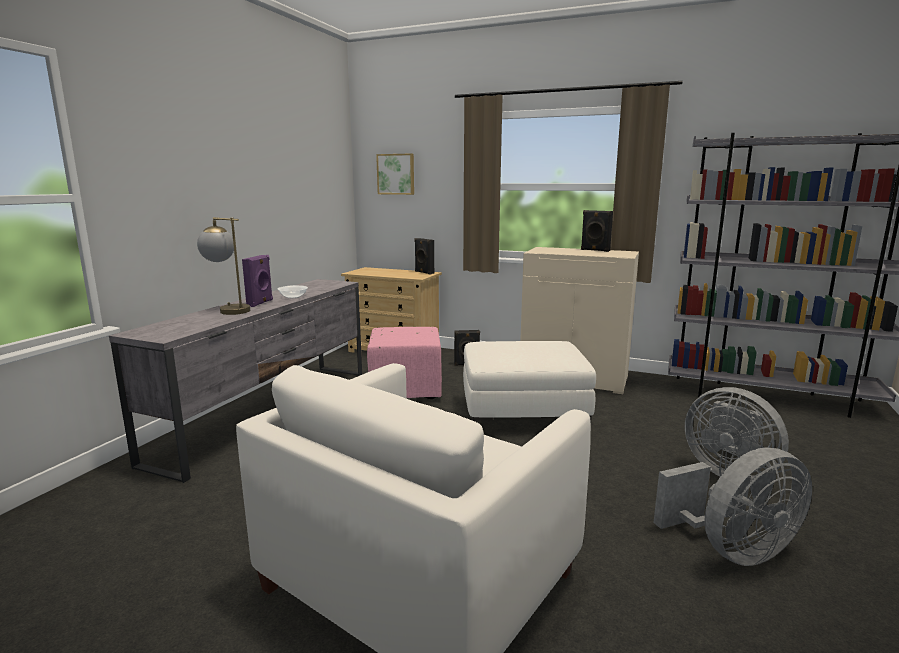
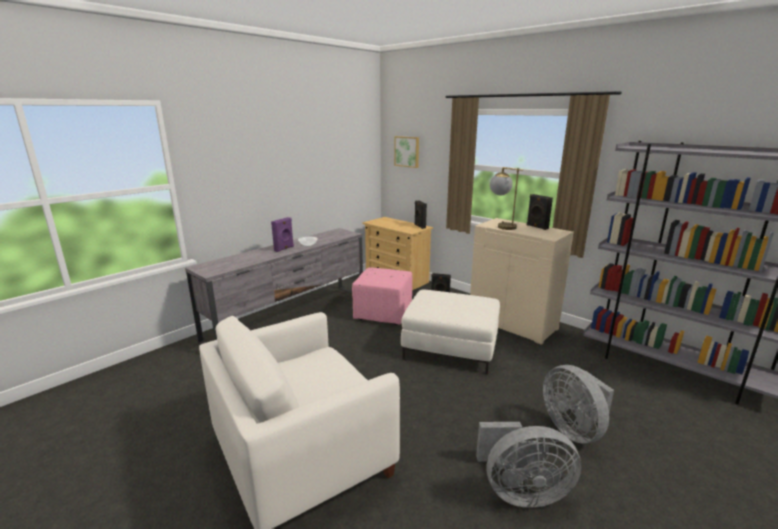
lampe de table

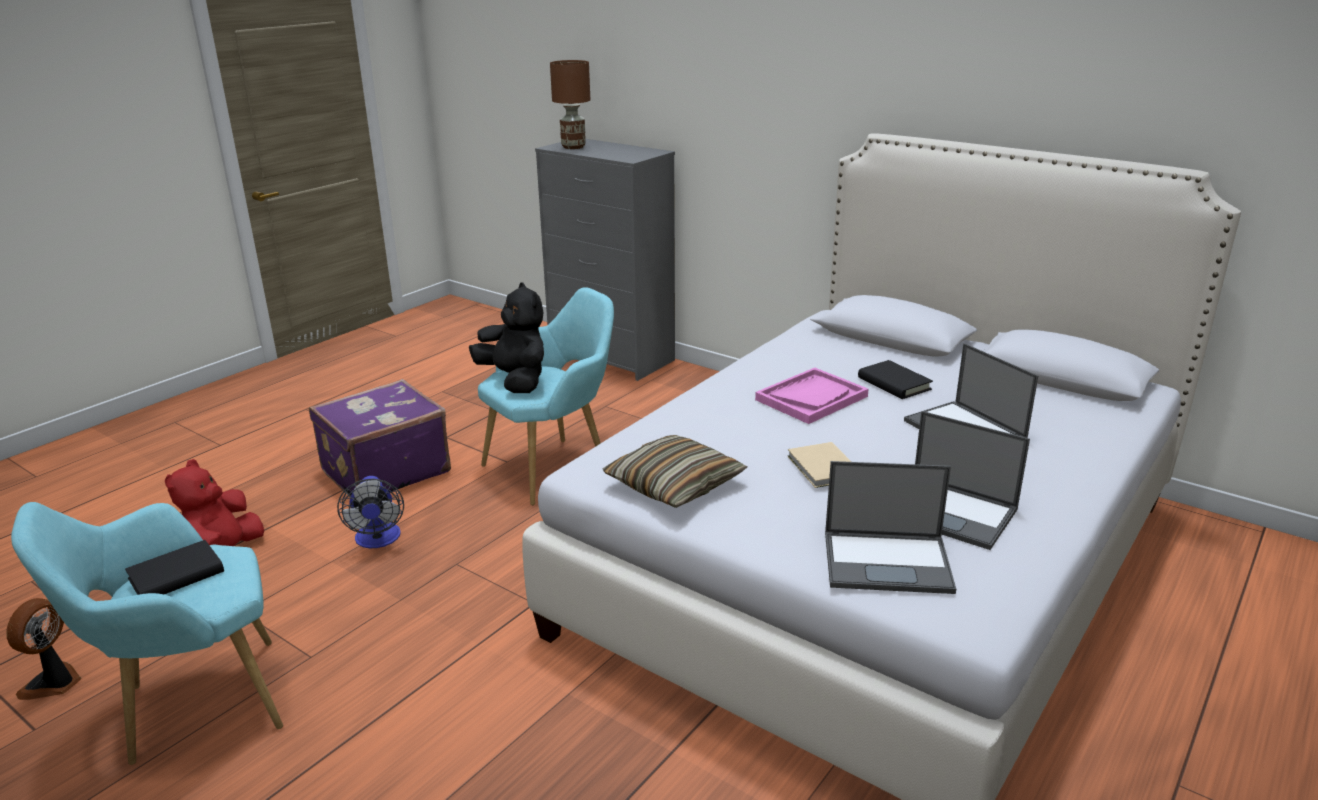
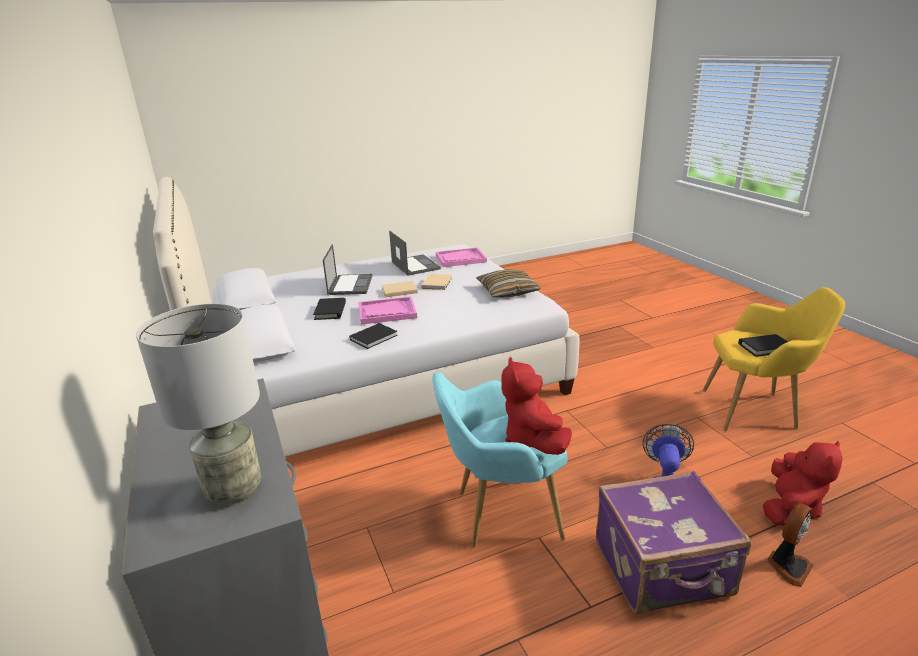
livre (noir) (2nd from left)
livre (beige) (1st from left)
ventilateur (2nd from left)
plateau (rose) (2nd from left)
fauteuil (jaune)
peluche (rouge) (1st from left)
lampe de table (gris)

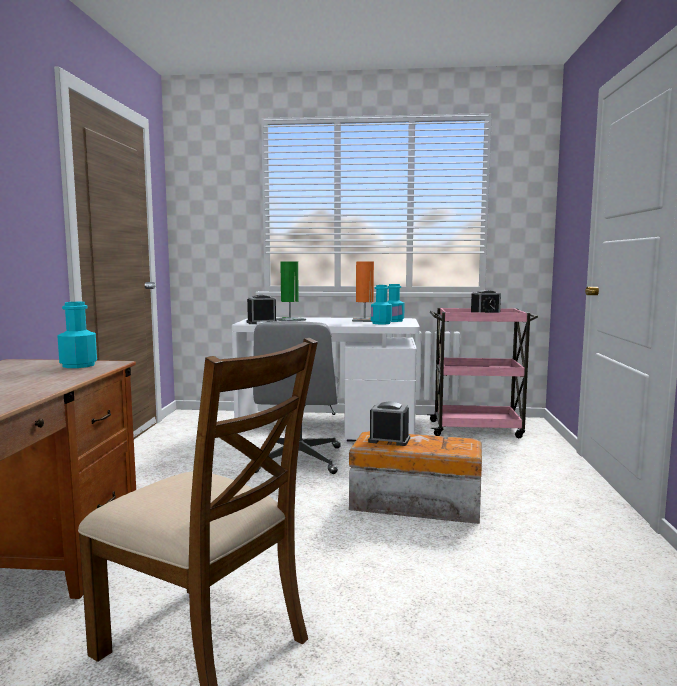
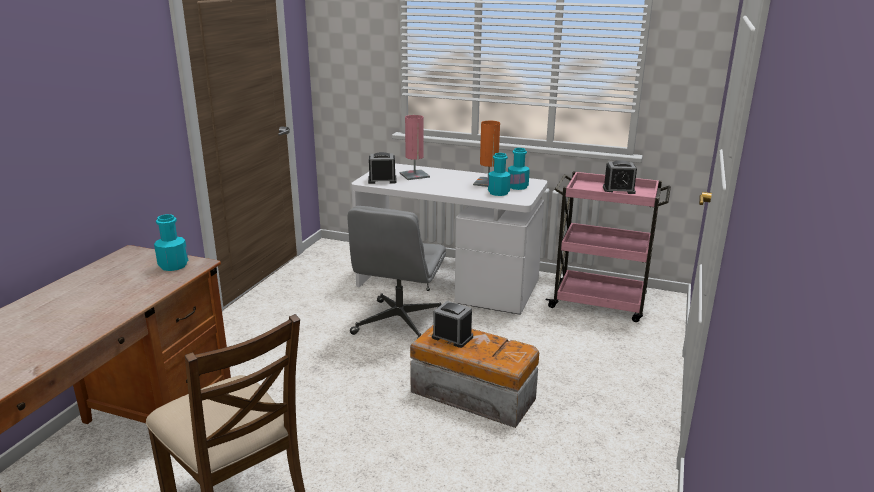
lampe de table (rose)

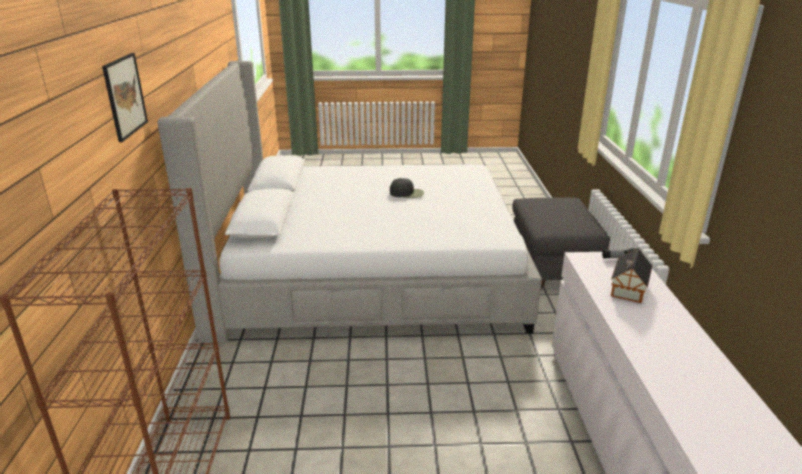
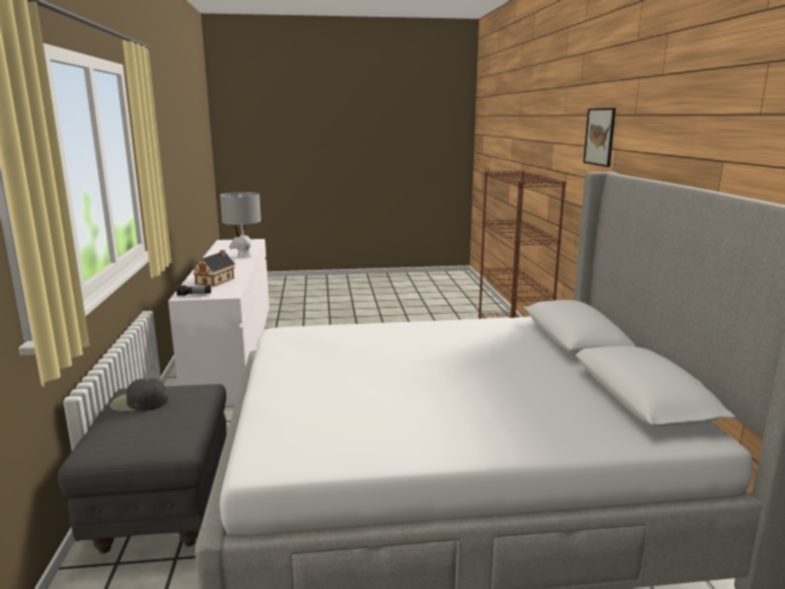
lampe de table (gris)
casquette (noir)

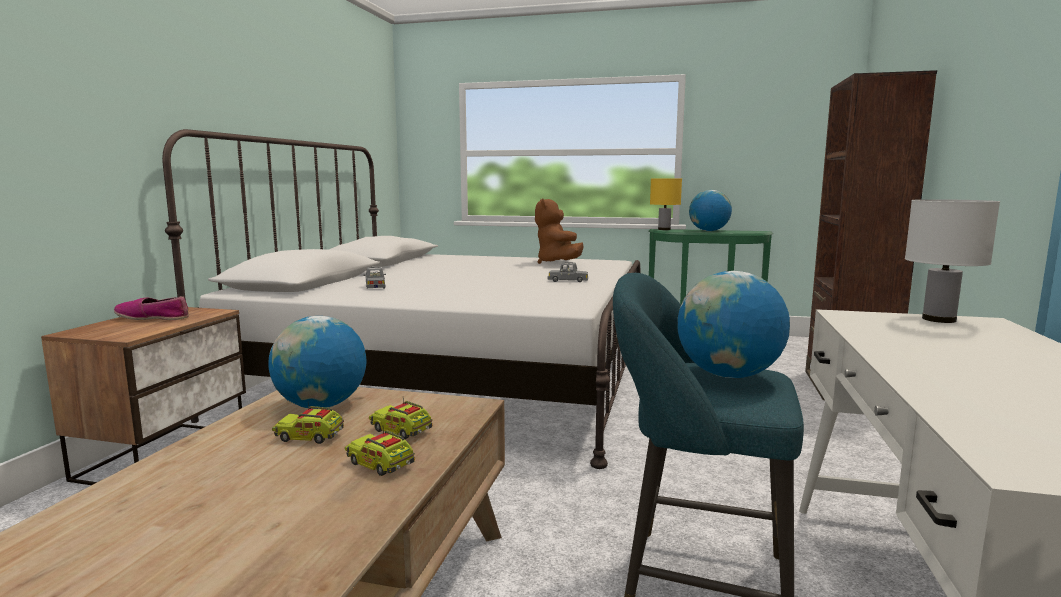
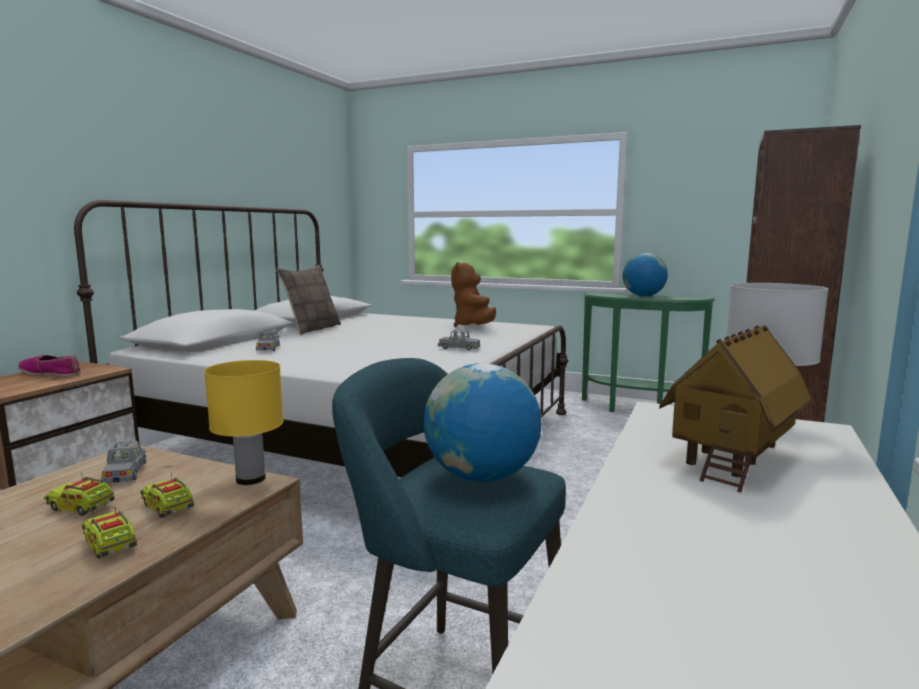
coussin
maison miniature
lampe de table (jaune)
petite voiture (gris) (1st from left)

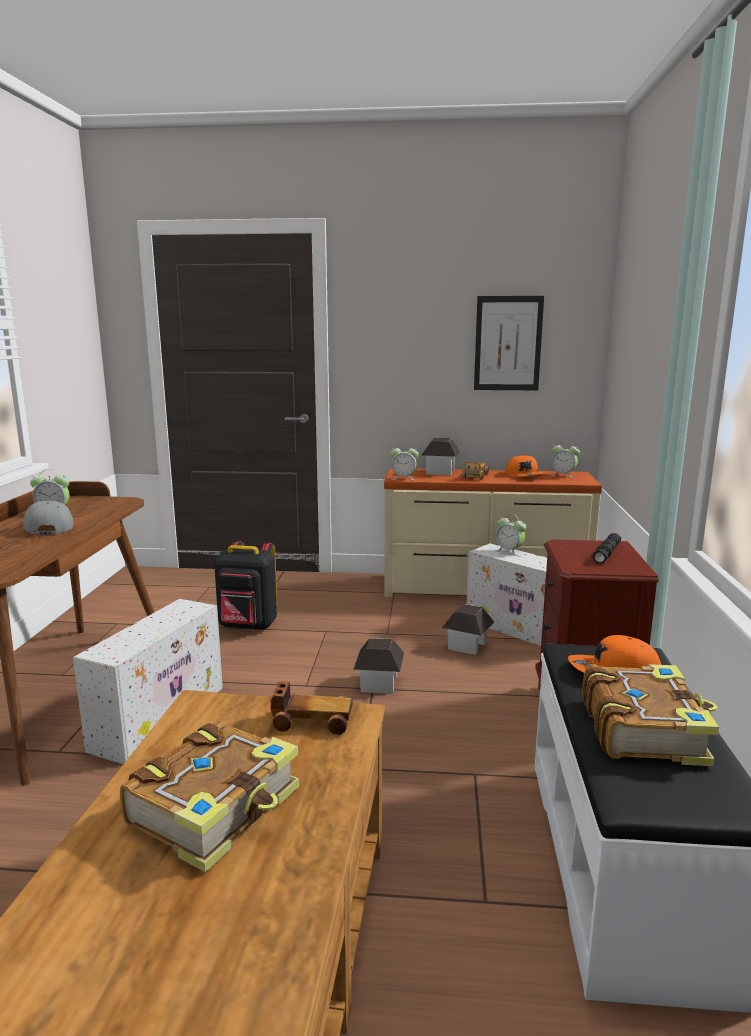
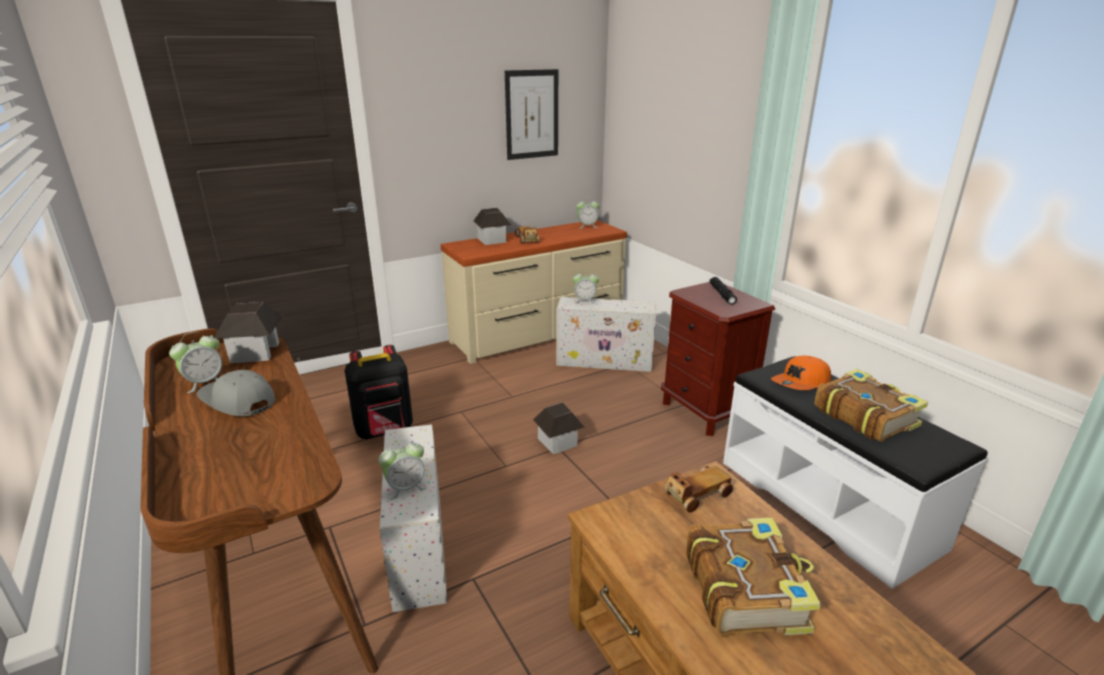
casquette (orange) (1st from left in the first image)
réveil (2nd from left)
maison miniature (1st from left)

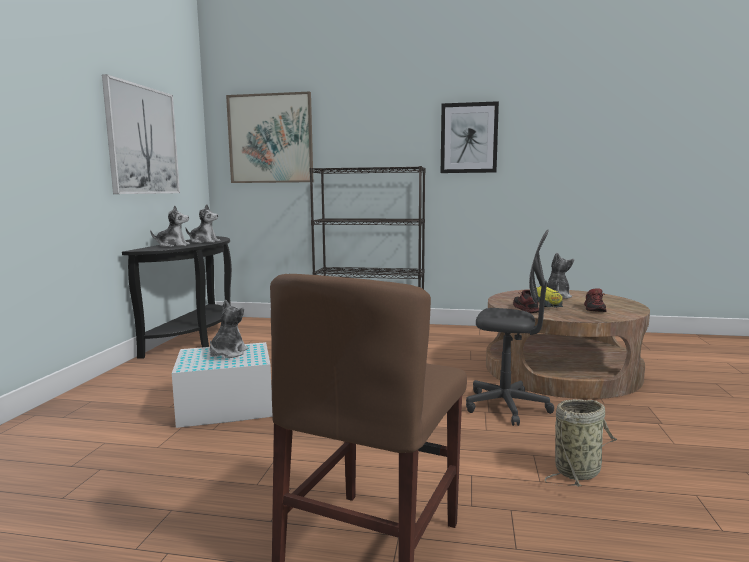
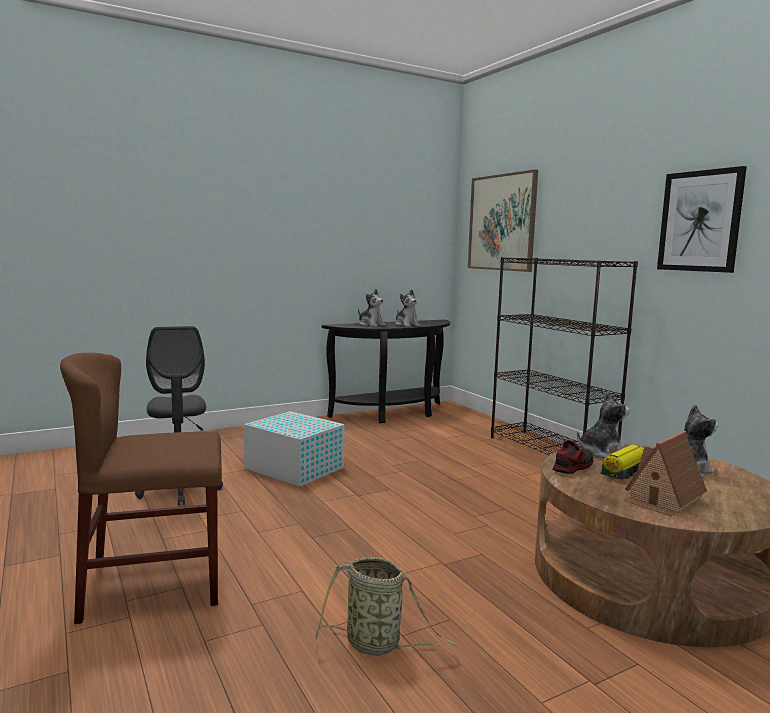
tableau (1st from left in the first image)
peluche (3rd from left)
chaise de bureau (gris)
maison miniature

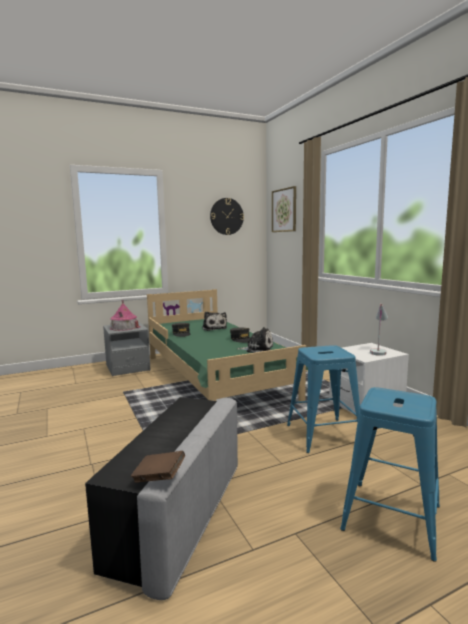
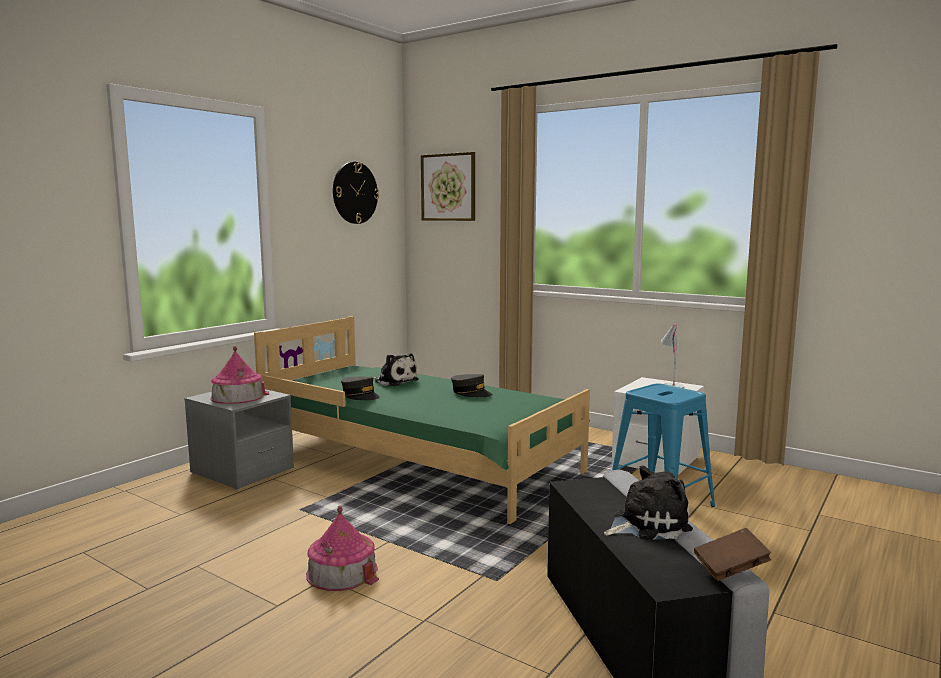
tabouret (bleu) (2nd from left in the first image)
maison miniature (2nd from left)
peluche (2nd from left)

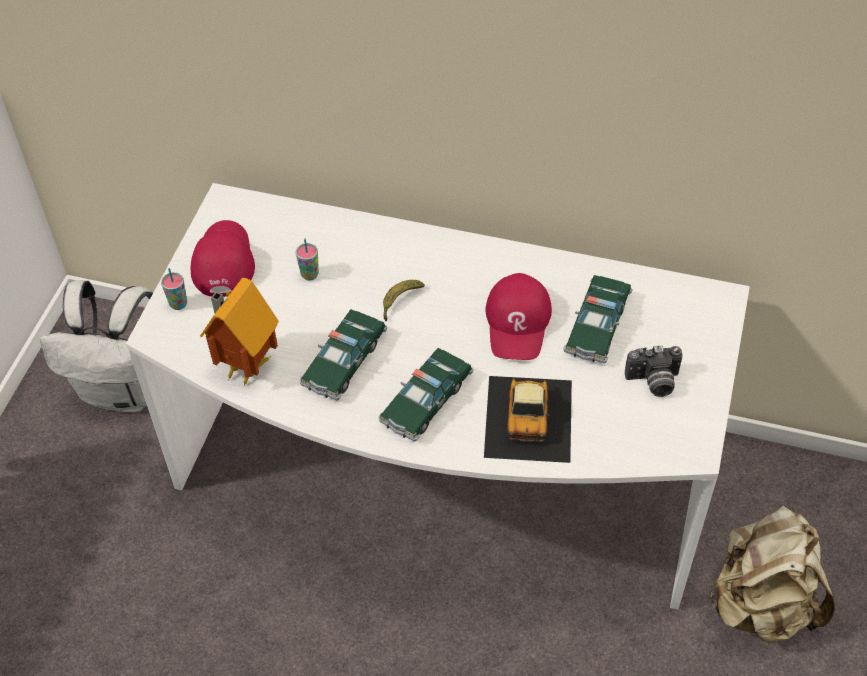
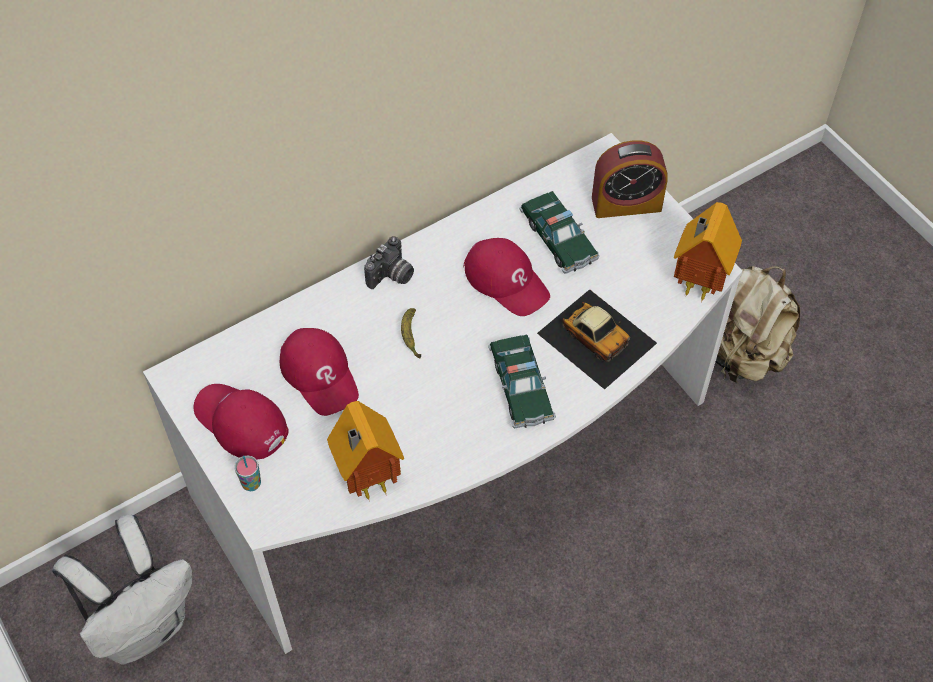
petite voiture (1st from left in the first image)
réveil
maison miniature (2nd from left)
appareil photo
casquette (rouge) (2nd from left)

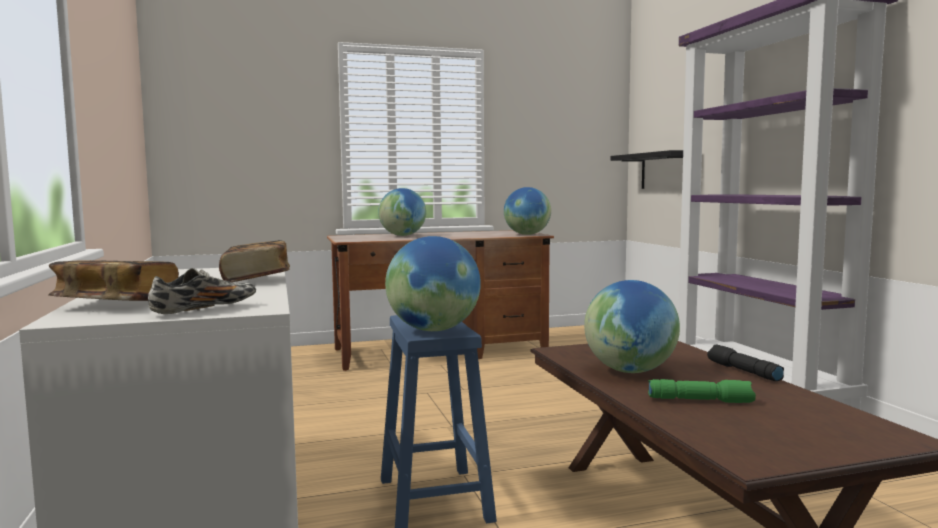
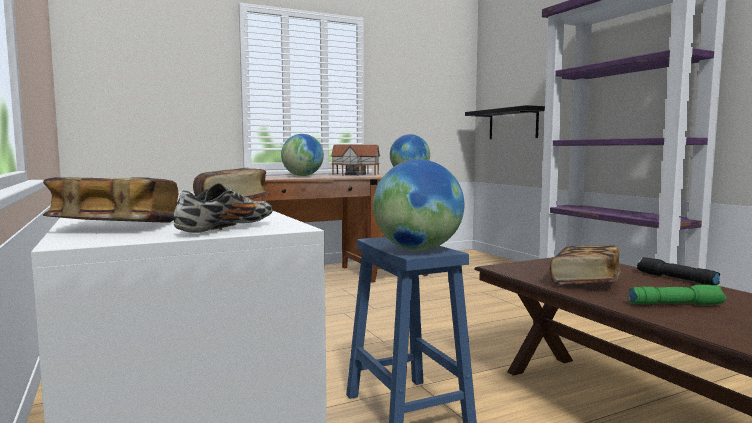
maison miniature
livre (3rd from left)

